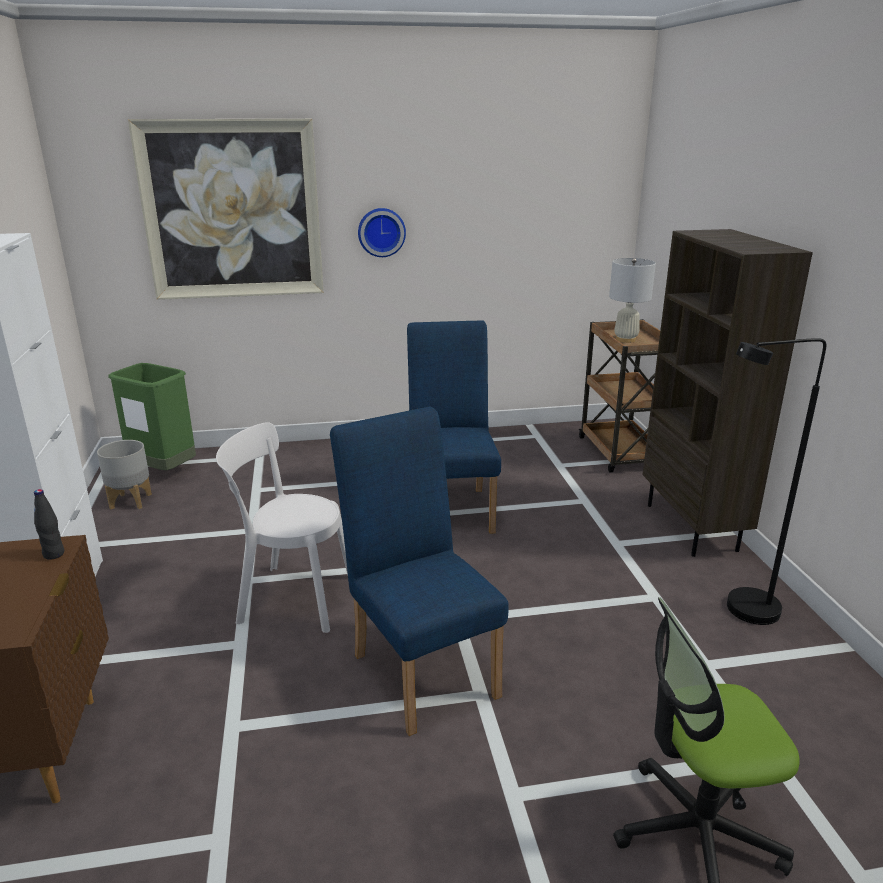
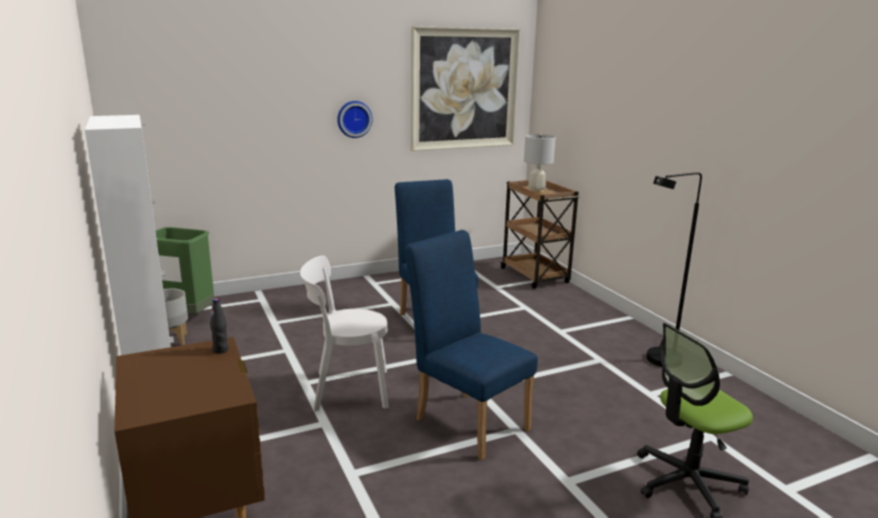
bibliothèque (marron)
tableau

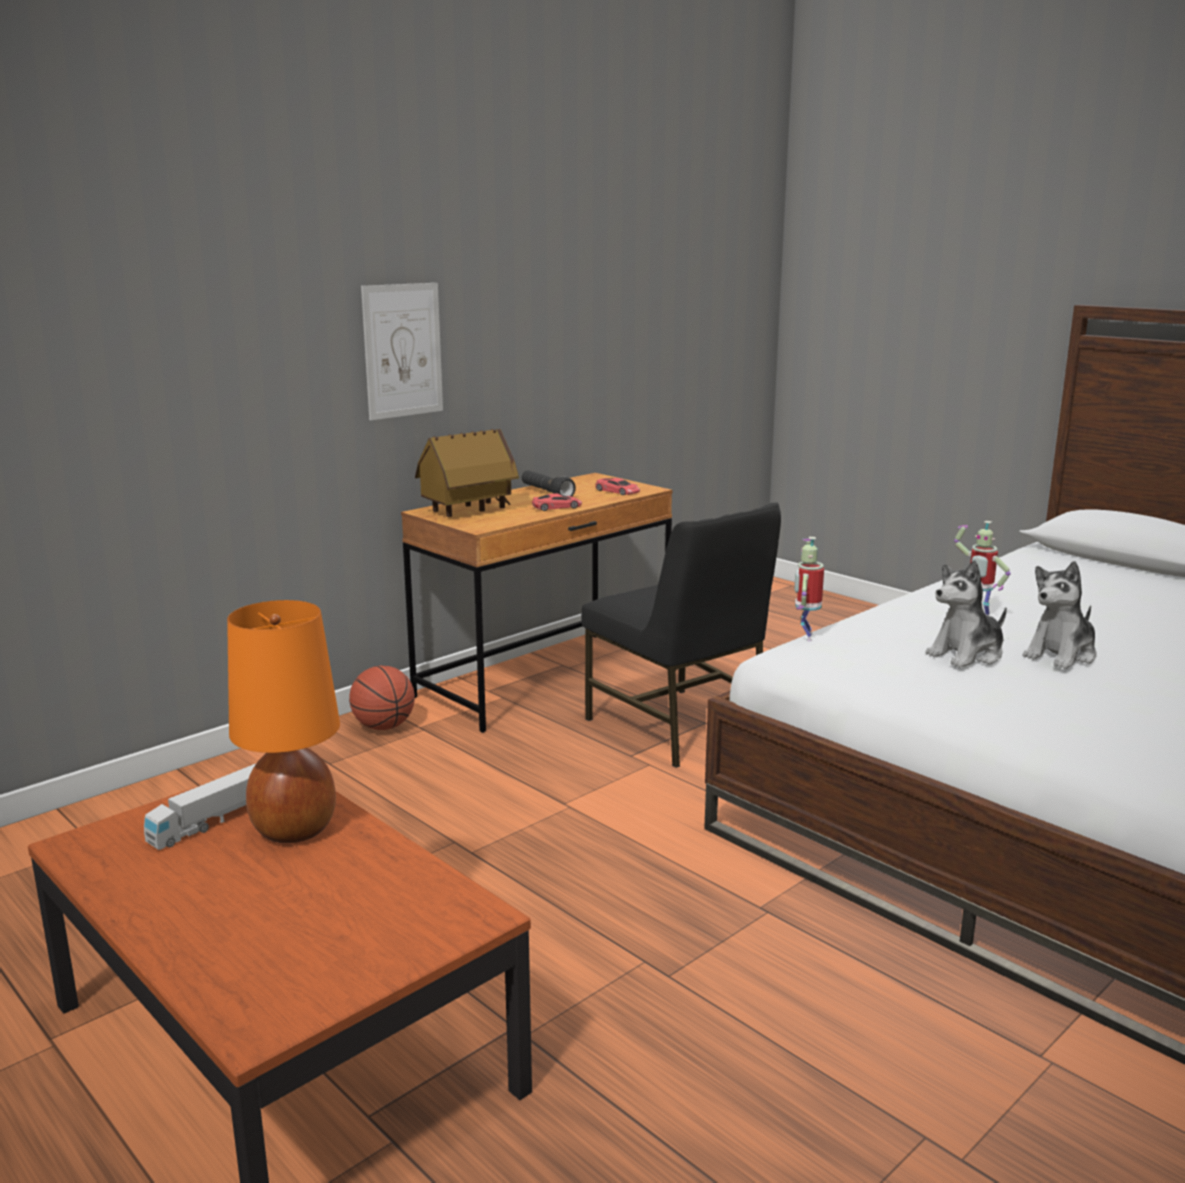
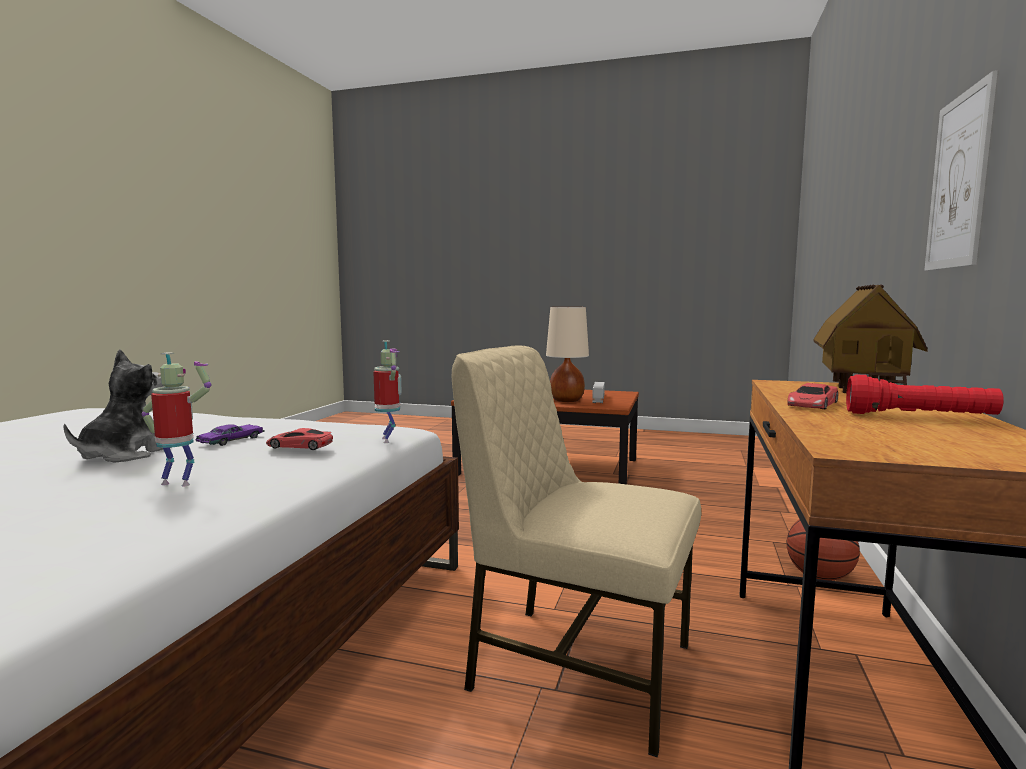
petite voiture (rouge) (1st from left)
petite voiture (violet)
lampe de table (beige)
lampe de poche (rouge)
chaise (beige)

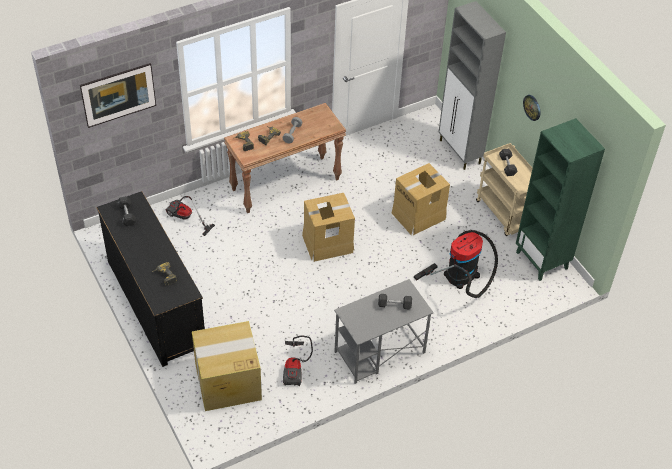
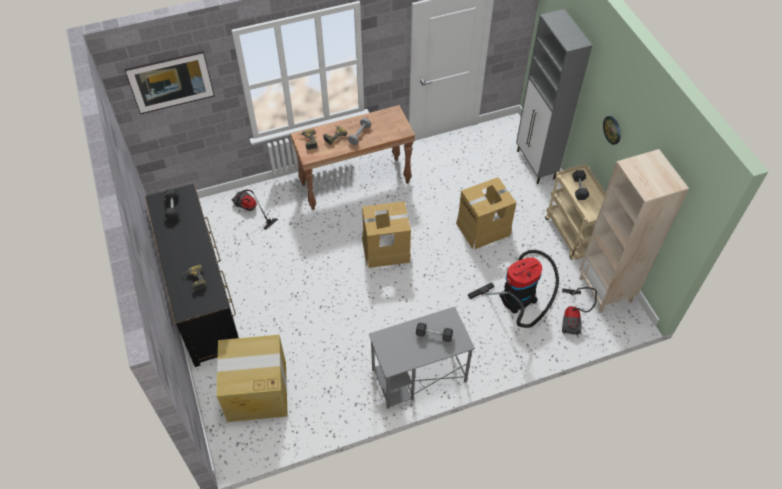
aspirateur (3rd from left)
bibliothèque (beige)

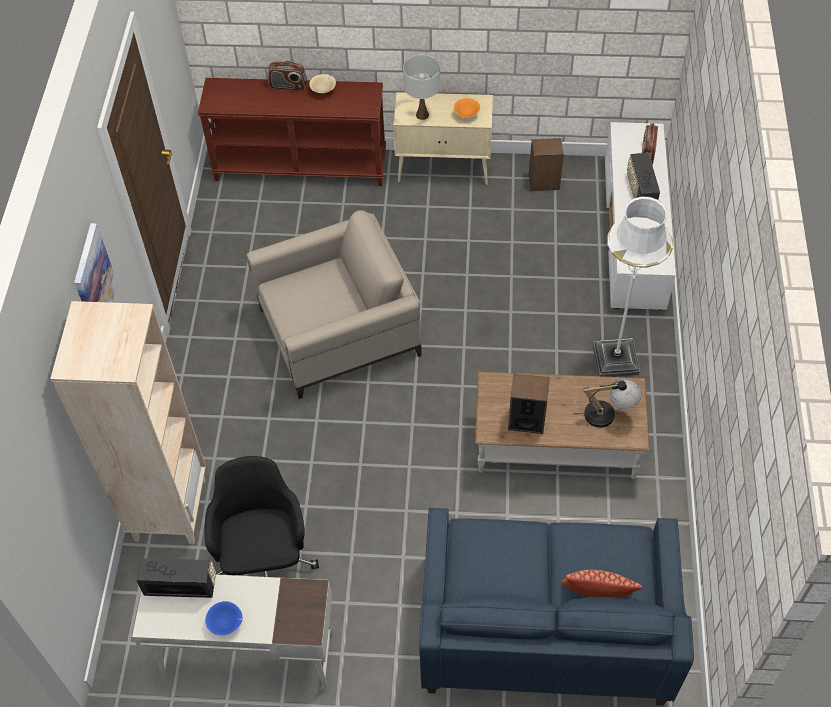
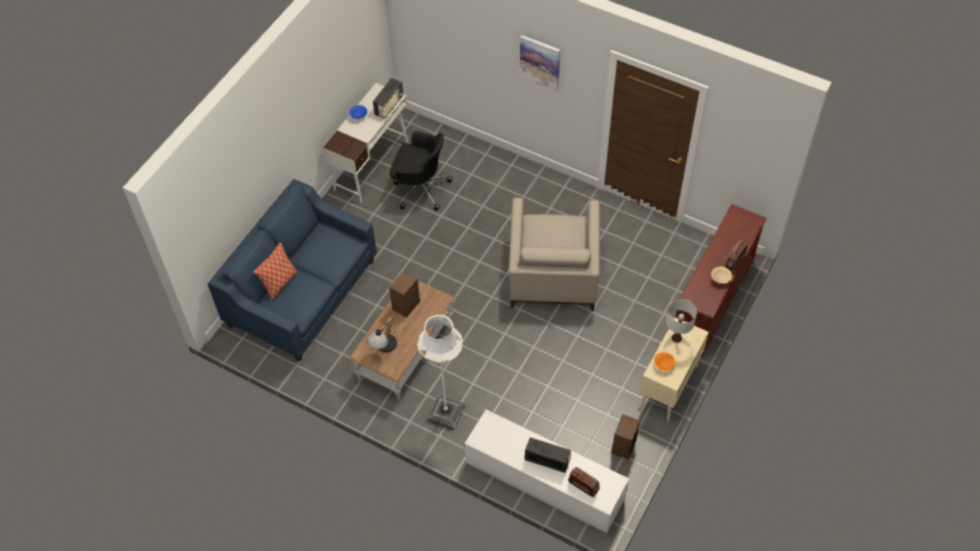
bibliothèque (beige)

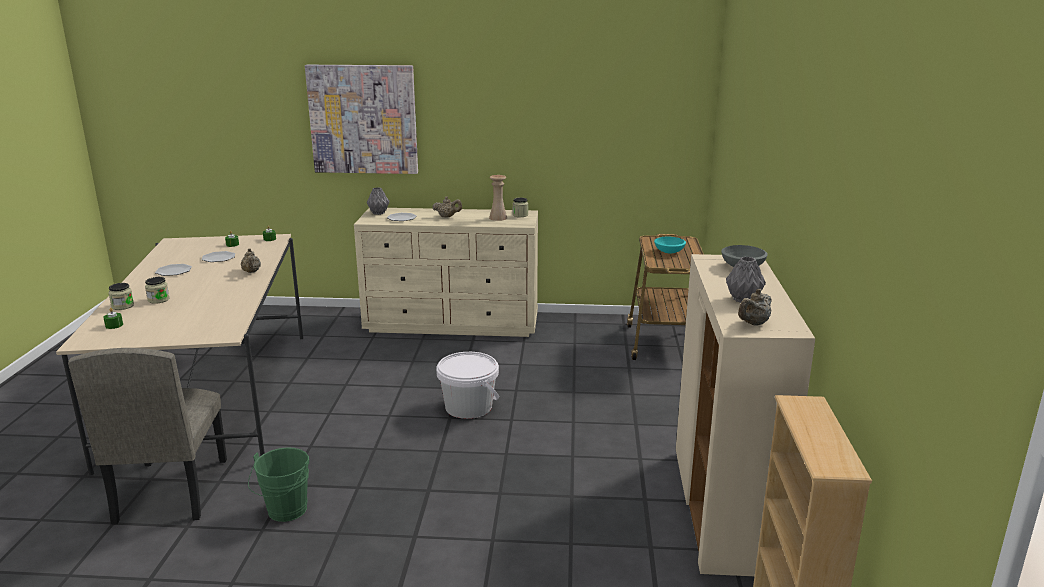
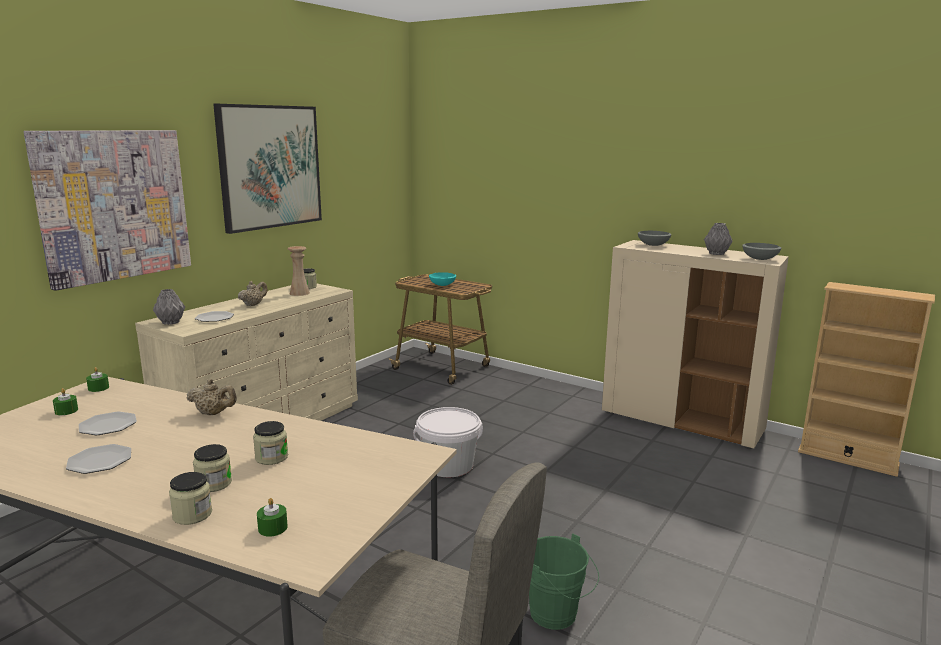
tableau (2nd from left)
bocal (3rd from left)
bol (gris) (2nd from left)

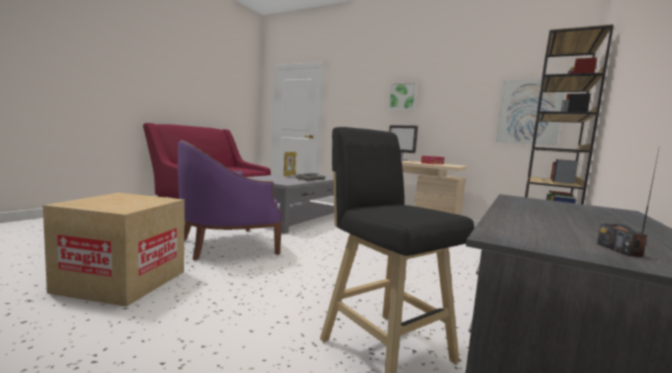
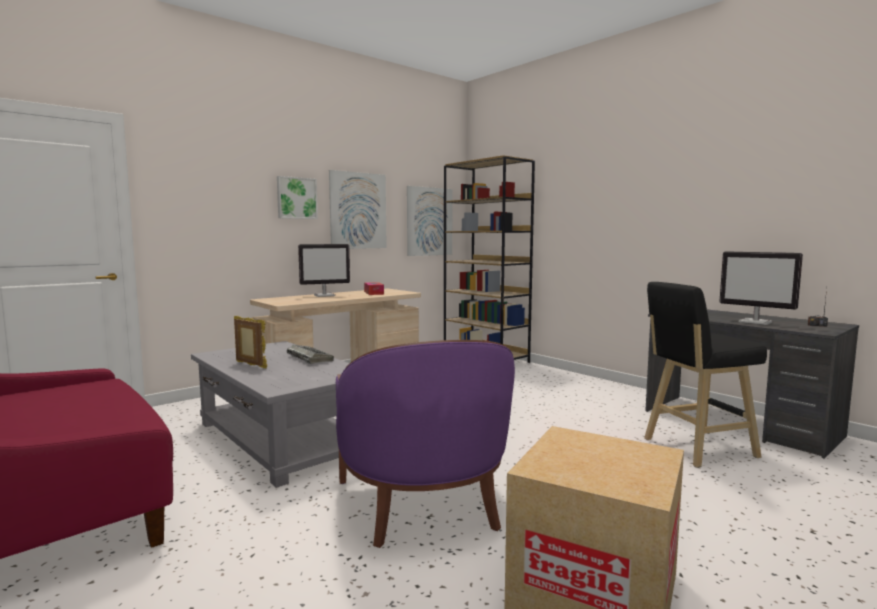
tableau (2nd from left)
écran d'ordinateur (2nd from left)

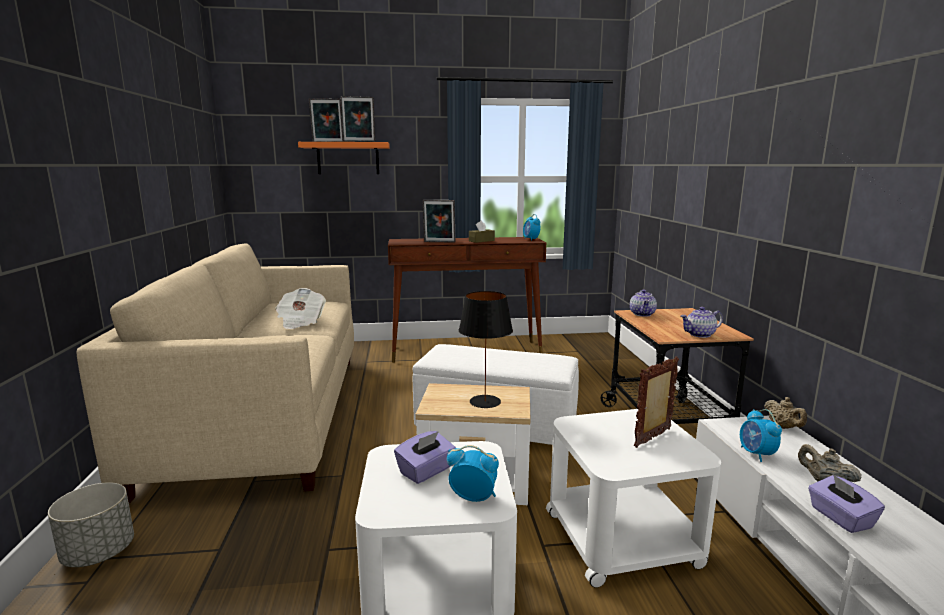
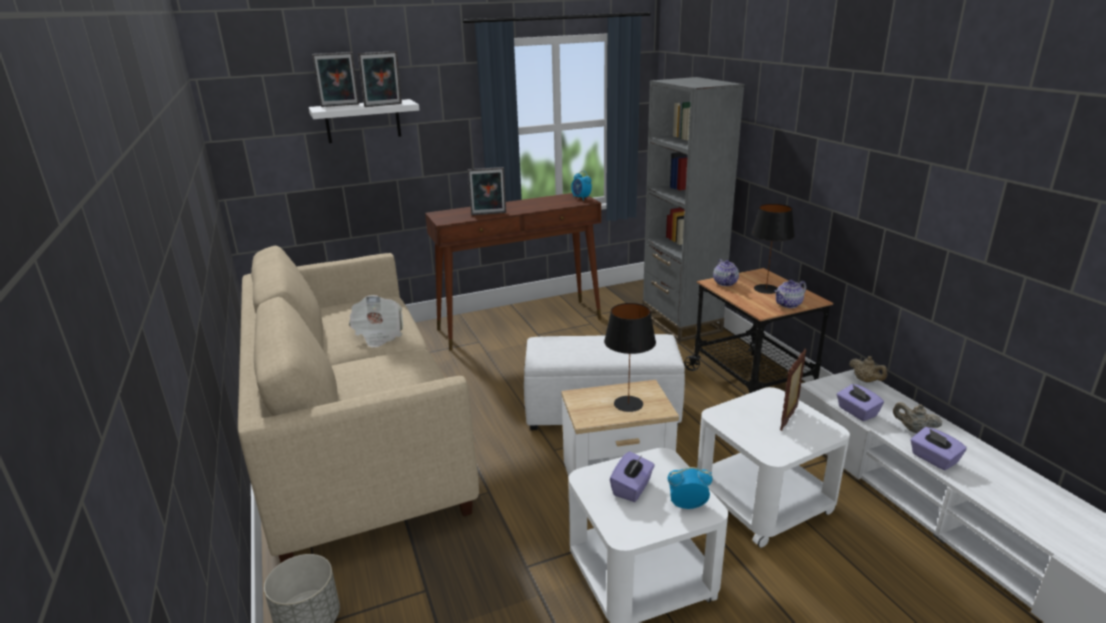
boîte à mouchoirs (marron)
bibliothèque (gris)
lampe de table (noir) (2nd from left)
boîte à mouchoirs (violet) (2nd from left)
étagère (blanc)

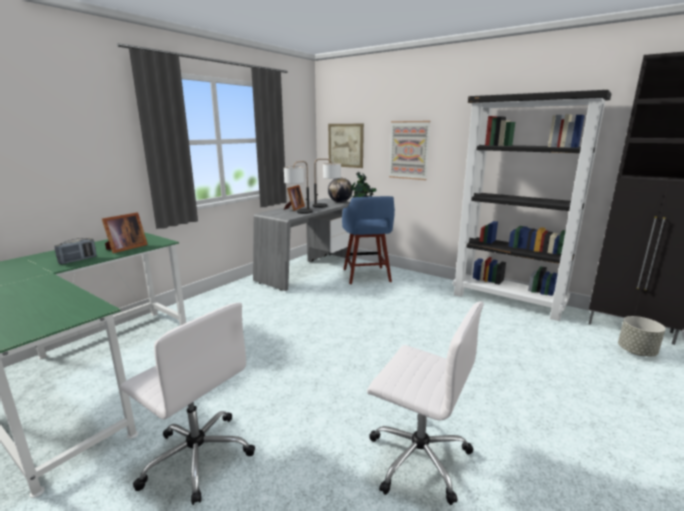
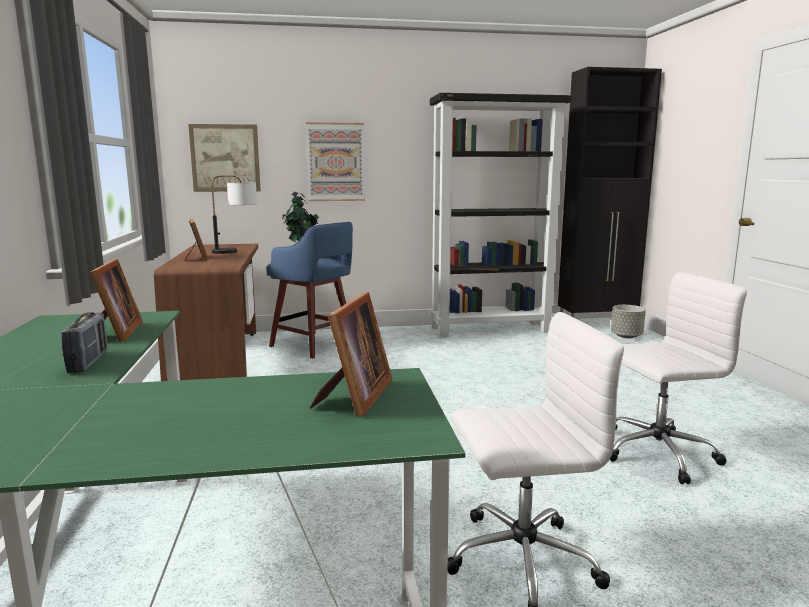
lampe de table (1st from left in the first image)
globe
cadre photo (3rd from left)
bureau (marron)

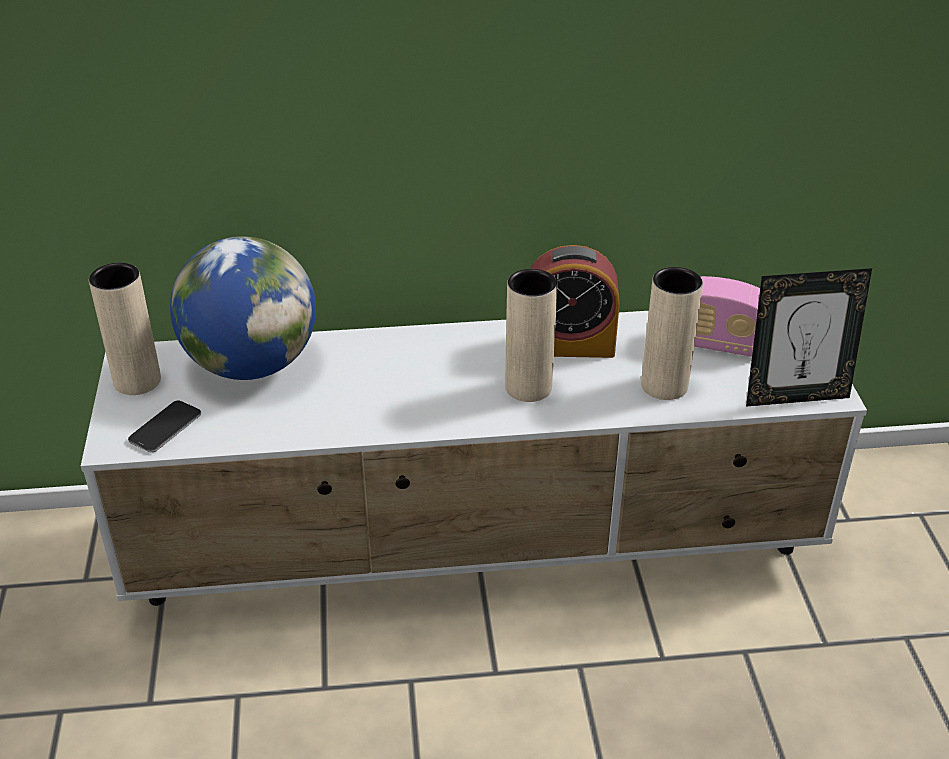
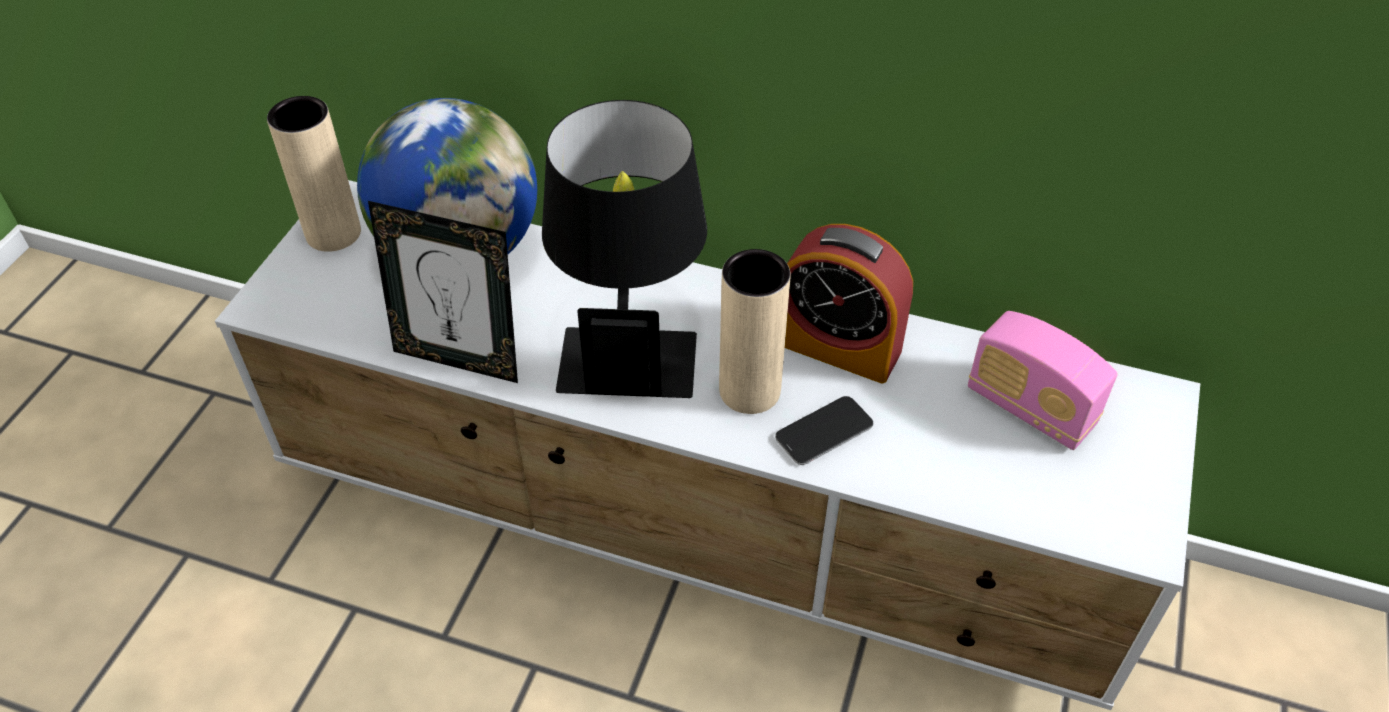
vase (beige) (3rd from left in the first image)
lampe de table (noir)
téléphone
cadre photo

